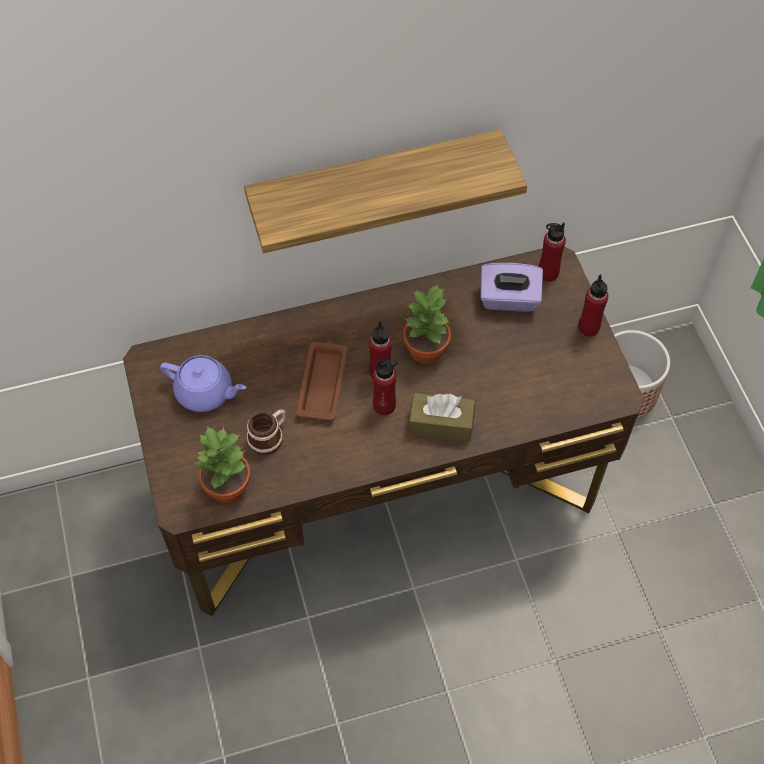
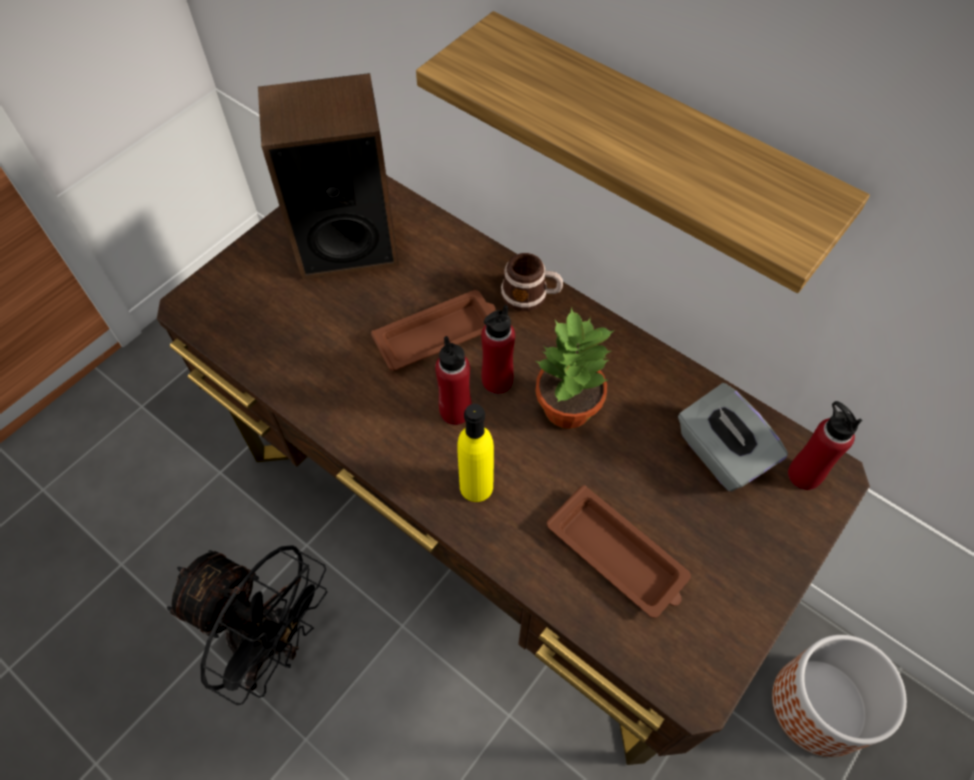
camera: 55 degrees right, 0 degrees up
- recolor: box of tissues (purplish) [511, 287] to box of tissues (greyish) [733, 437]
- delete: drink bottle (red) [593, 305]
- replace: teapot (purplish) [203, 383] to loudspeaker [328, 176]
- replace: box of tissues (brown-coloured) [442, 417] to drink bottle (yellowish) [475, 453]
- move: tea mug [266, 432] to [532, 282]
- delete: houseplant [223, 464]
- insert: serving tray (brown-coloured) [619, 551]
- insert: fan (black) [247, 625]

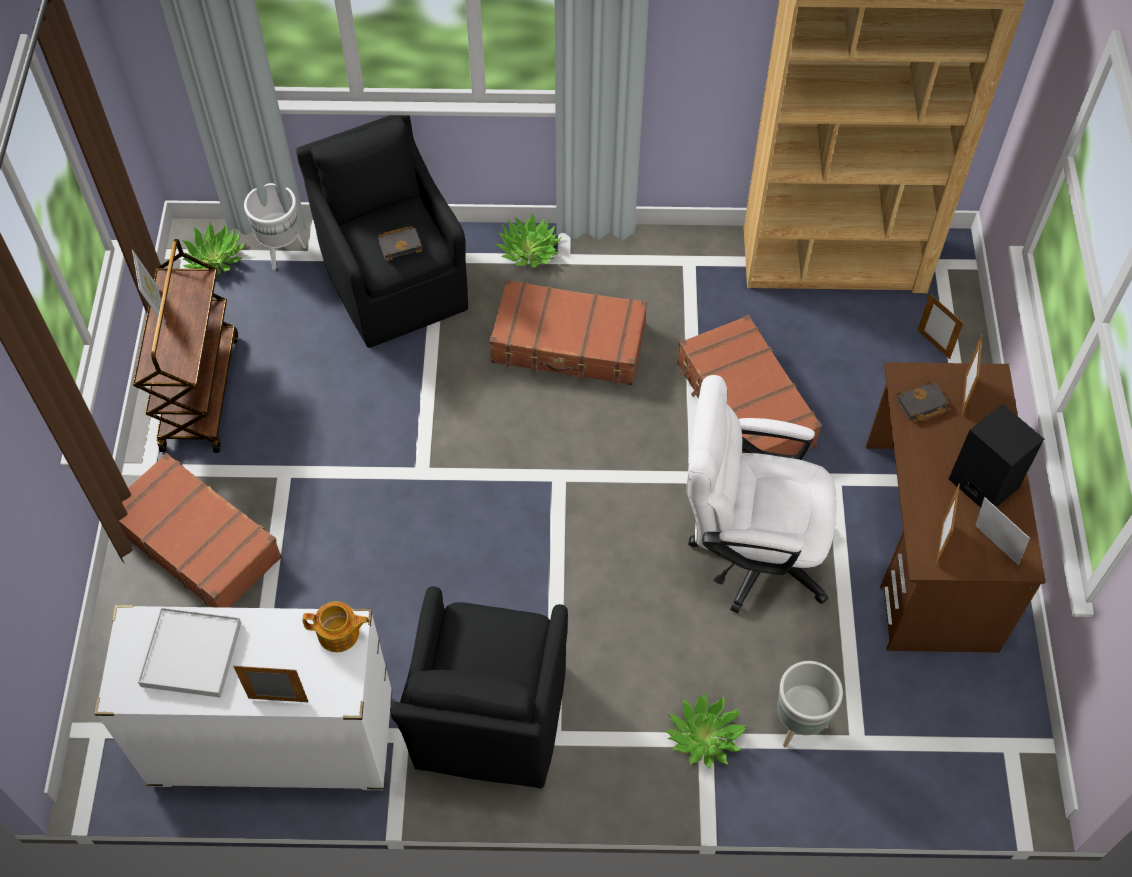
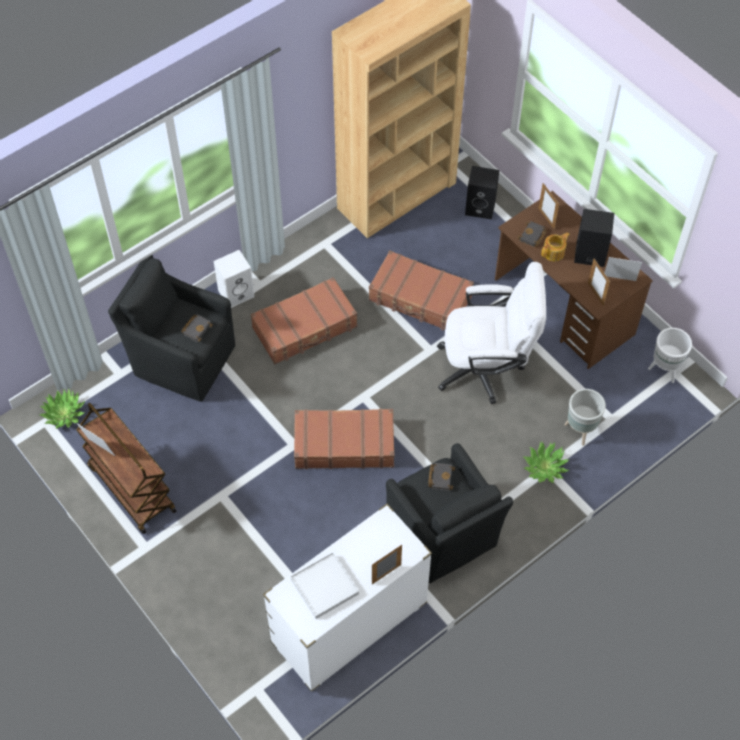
camera: 40 degrees left, 0 degrees up
- move: plant pot (white-coloured) [275, 226] to [670, 355]
- replace: houseplant [528, 240] to loudspeaker (white-coloured) [234, 279]
- replace: standing frame [941, 326] to loudspeaker (black) [482, 193]
- rotate: desk chair (white-coloured) [761, 494] = [491, 333] 150 degrees counterclockwise
- move: travel case (brown-coloured) [200, 530] to [344, 438]
- move: teapot [336, 627] to [555, 246]
- insert: book (black) [441, 477]

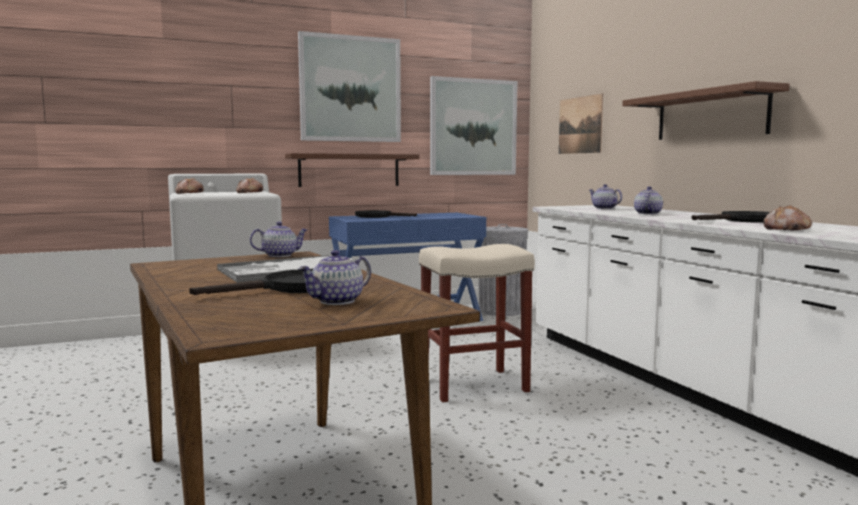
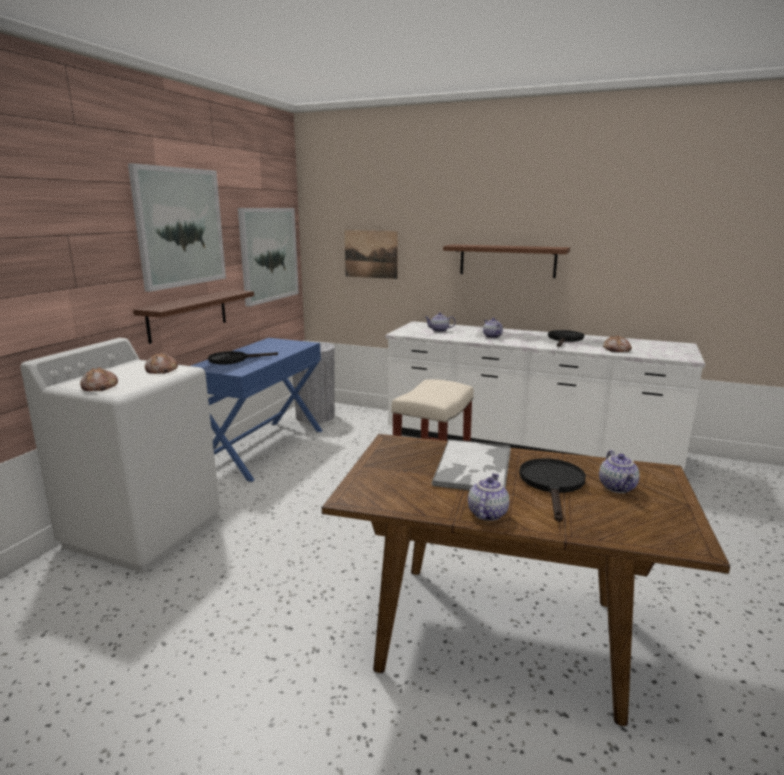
camera: 45 degrees left, 10 degrees up
- move: teapot [279, 239] to [488, 497]

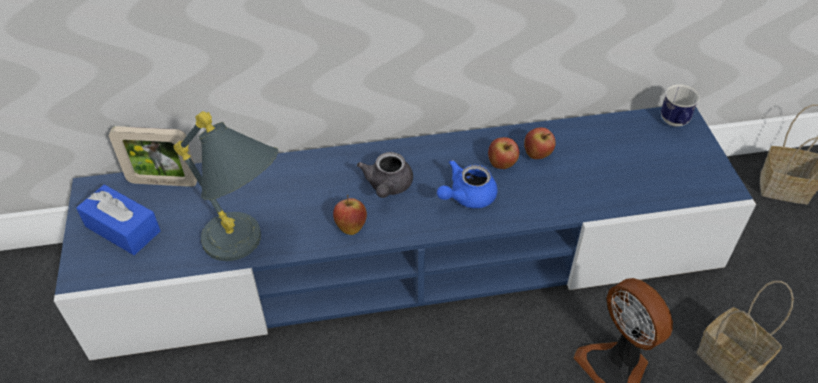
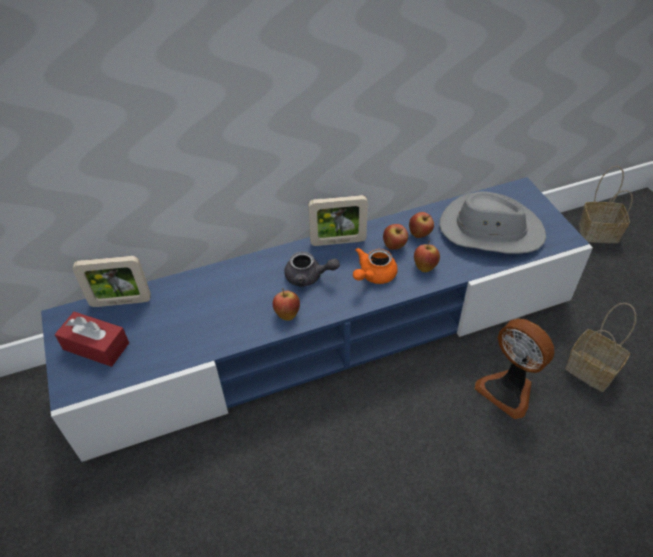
camera: 10 degrees left, 0 degrees up
- delete: tea mug [680, 105]
- delete: tabletop lamp (greyish) [225, 186]
- rotate: teapot (greyish) [385, 175] = [312, 269] 75 degrees counterclockwise
- recolor: teapot (bluish) [467, 184] to teapot (orangey) [375, 266]
- recolor: box of tissues (bluish) [118, 220] to box of tissues (red) [92, 339]
- insert: hat (greyish) [492, 222]
- insert: standing frame [338, 220]
- insert: whole apple [427, 256]

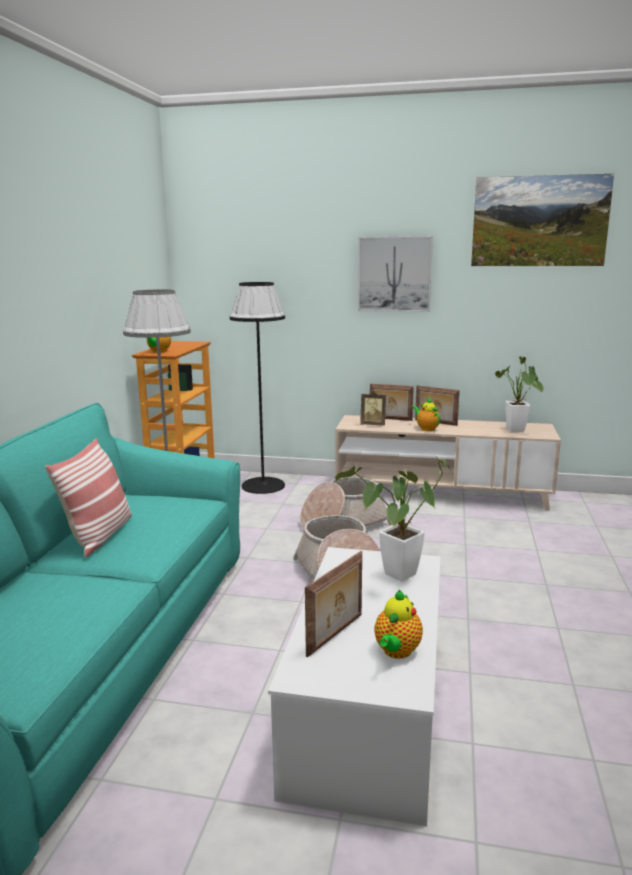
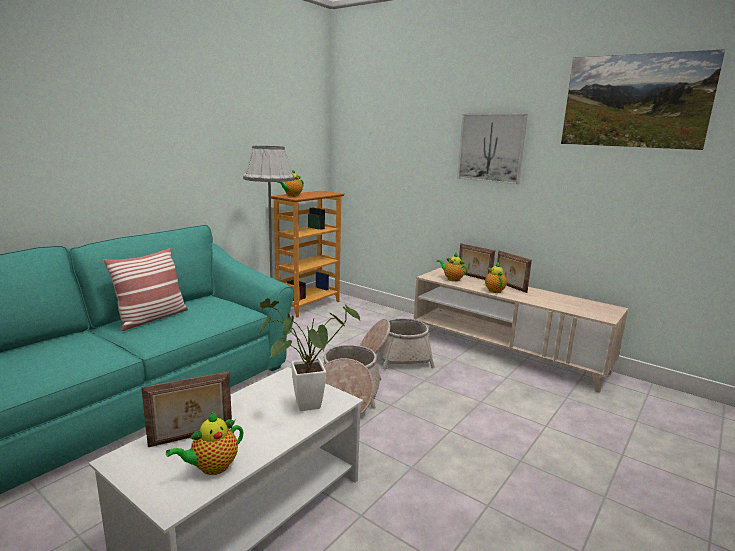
camera: 25 degrees right, 0 degrees up
- delete: floor lamp (black) [257, 388]
- delete: houseplant [519, 394]
- replace: standing frame [373, 408] to teapot [452, 267]

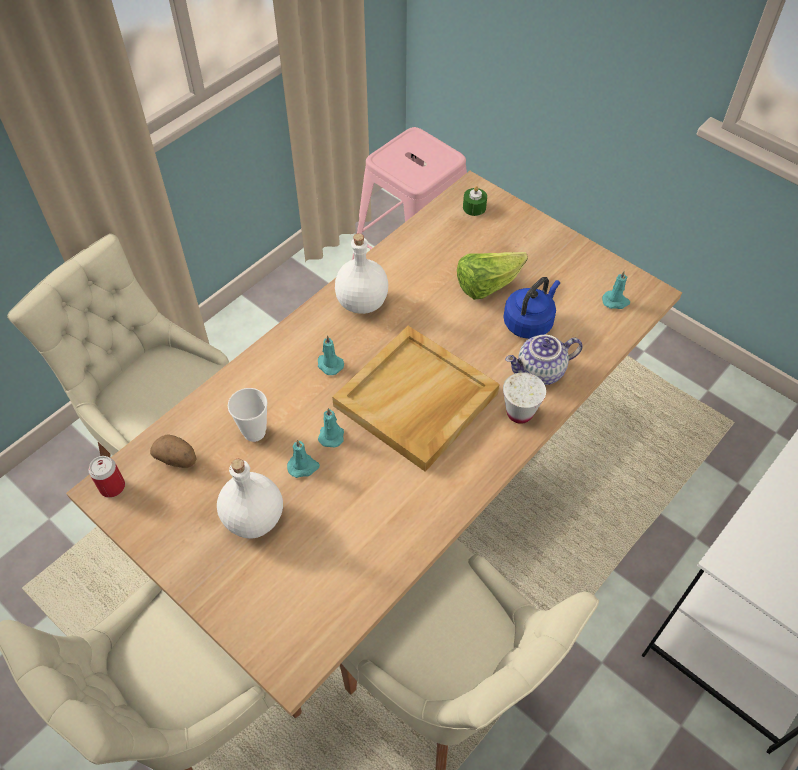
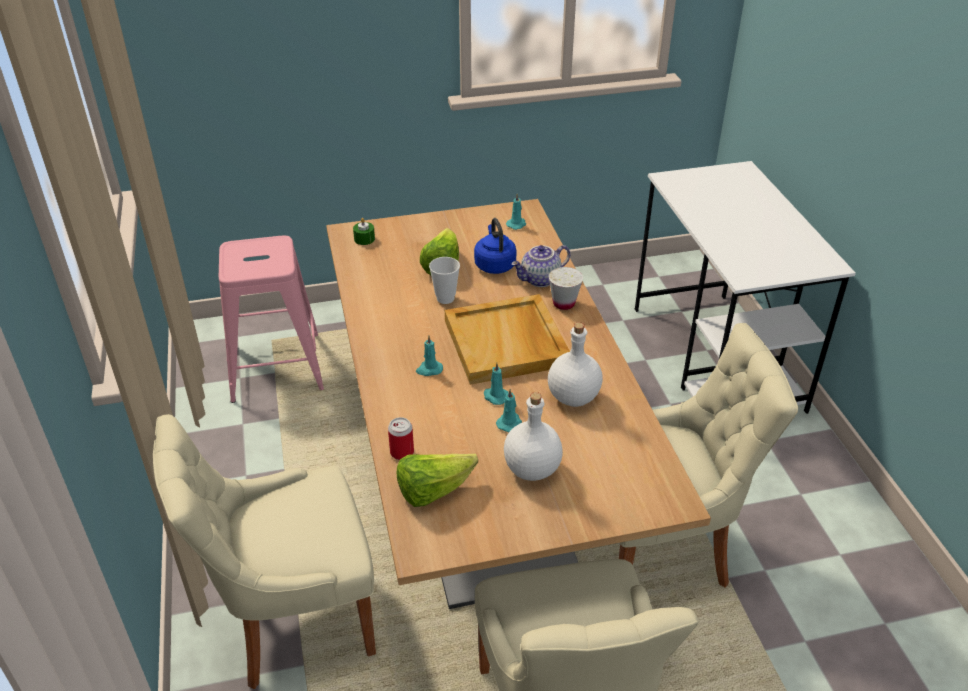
camera: 55 degrees left, 15 degrees down
- move: drink bottle (white-coloured) [361, 273] to [575, 364]
- rotate: teapot [544, 360] = [540, 266] 45 degrees clockwise
- move: small cup [248, 415] to [444, 280]
- replace: spud [173, 451] to lettuce head [437, 480]
- move: metal can [107, 477] to [401, 438]

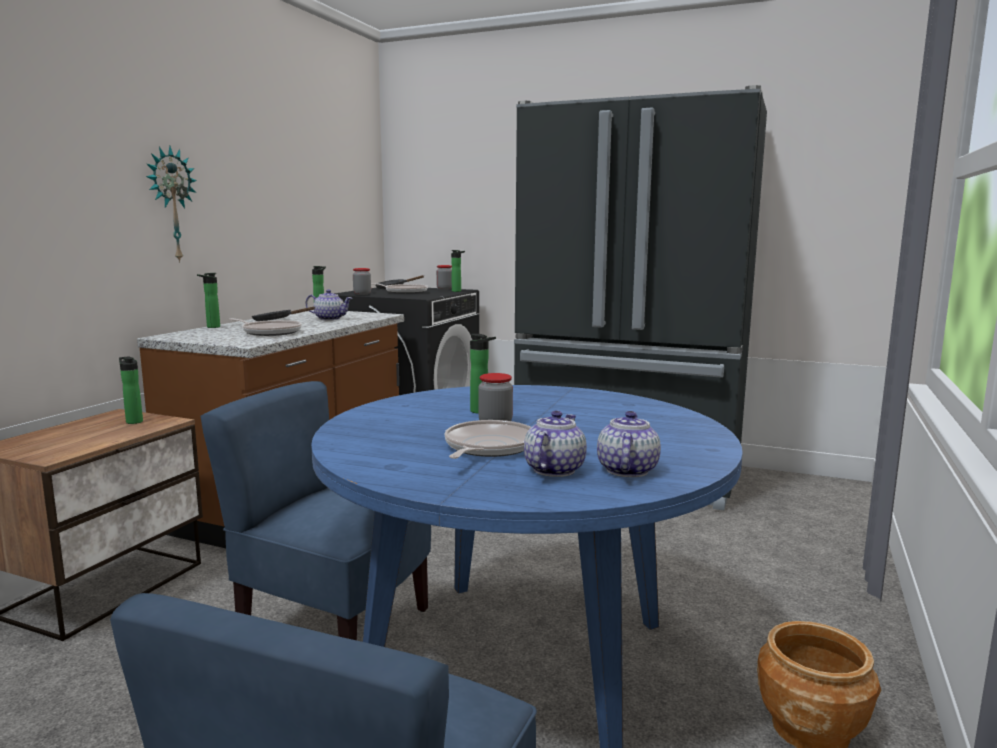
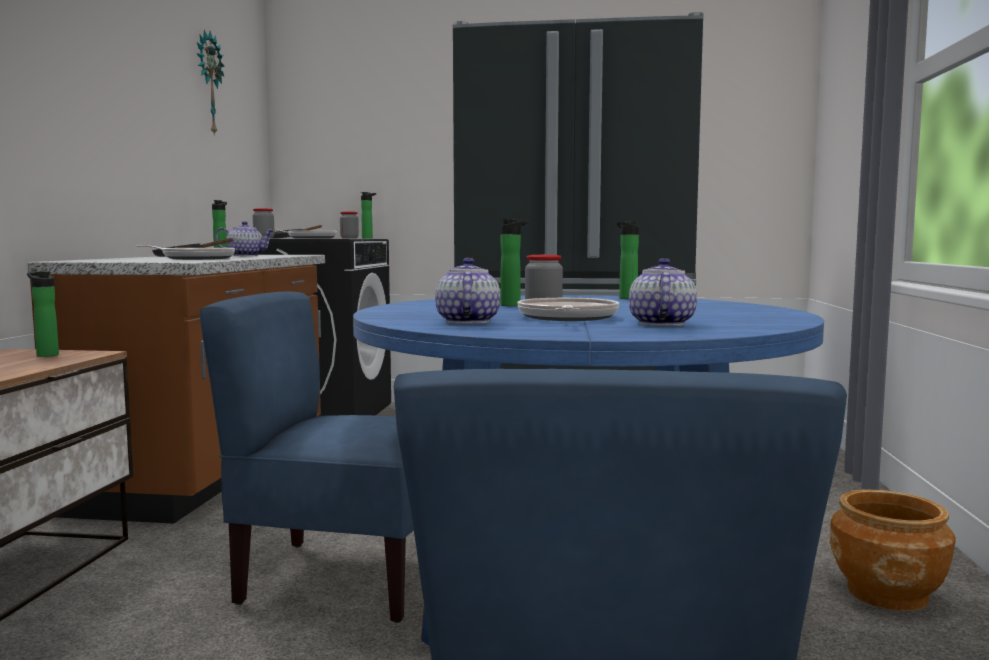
camera: 15 degrees left, 5 degrees down
- move: clock on the wall [171, 204] to [210, 83]
- move: drink bottle [208, 300] to [628, 260]
- move: teapot [629, 444] to [467, 291]

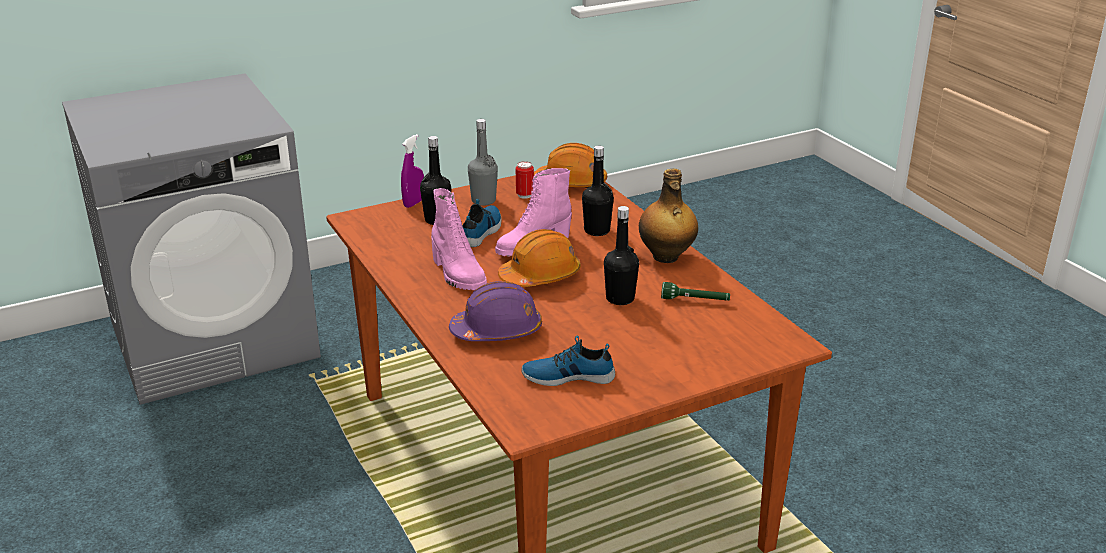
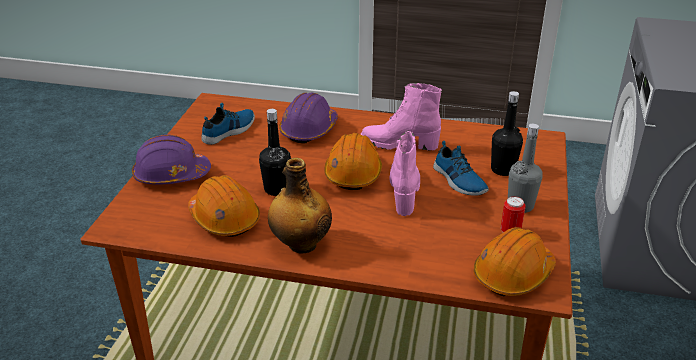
camera: 130 degrees right, 5 degrees up
- delete: spray bottle (purplish) [412, 171]
- delete: drink bottle (black) [598, 191]
- replace: hand torch (greenish) [695, 291] to work helmet (orangey) [224, 206]
- insert: work helmet (purplish) [171, 160]

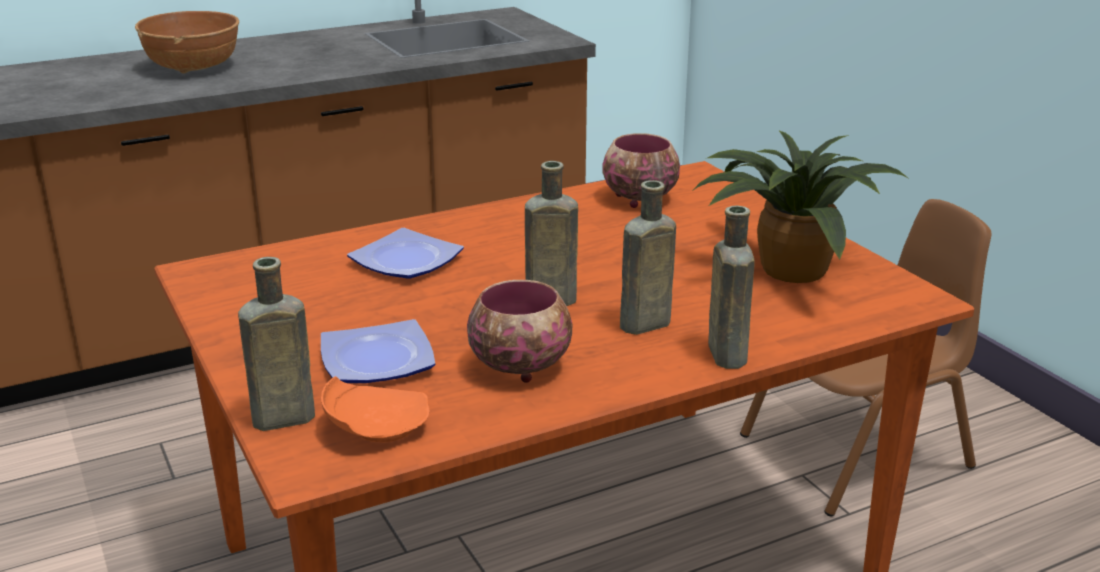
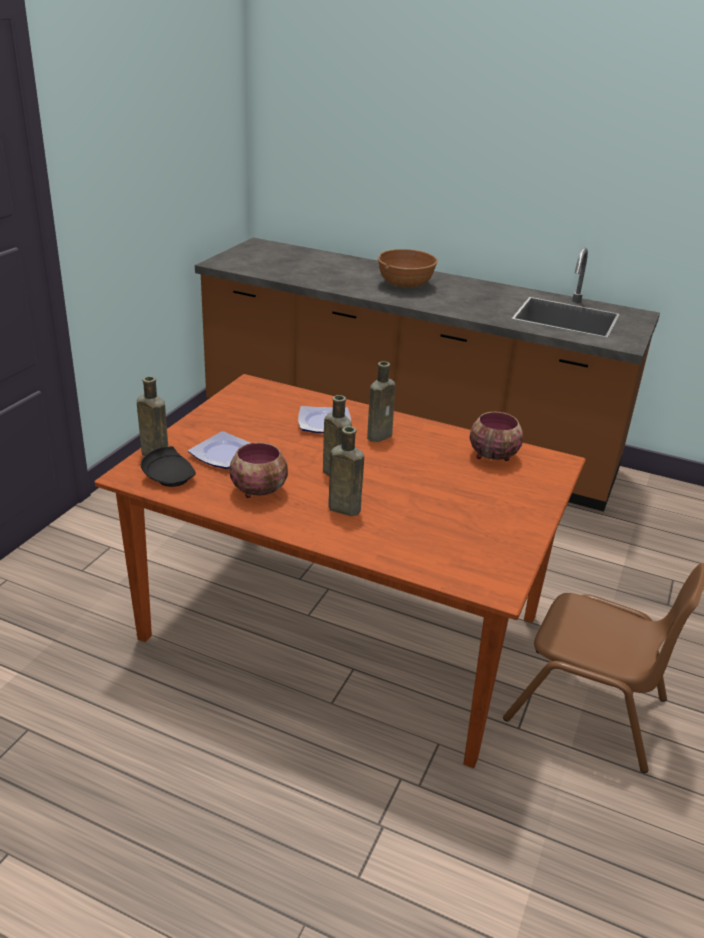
camera: 50 degrees right, 5 degrees up
- delete: houseplant [799, 207]
- move: drink bottle (brown-coloured) [731, 287] to [381, 401]
- recolor: dinner plate (orangey) [375, 409] to dinner plate (black) [168, 466]

